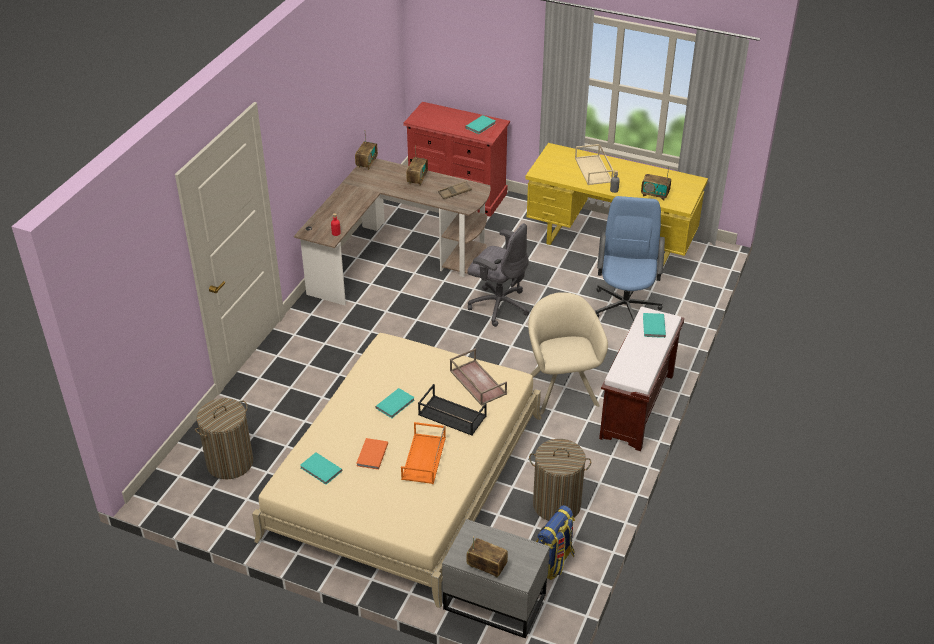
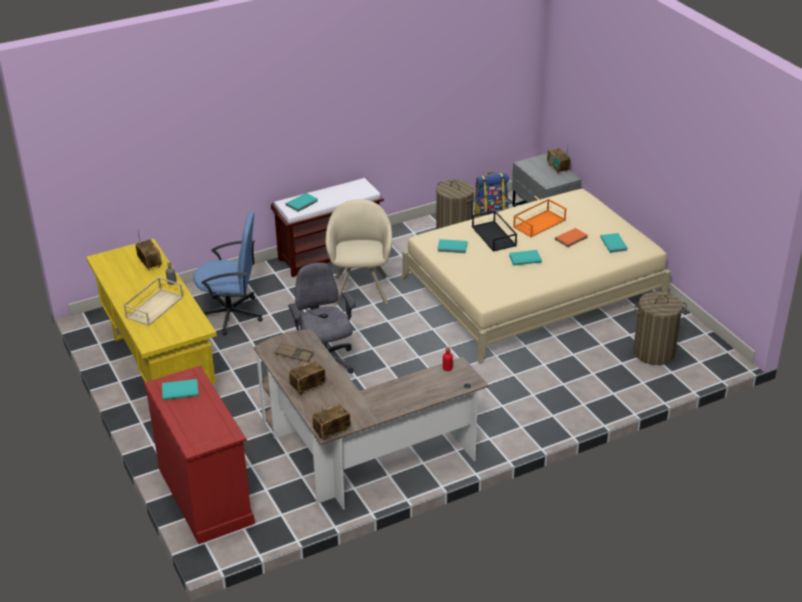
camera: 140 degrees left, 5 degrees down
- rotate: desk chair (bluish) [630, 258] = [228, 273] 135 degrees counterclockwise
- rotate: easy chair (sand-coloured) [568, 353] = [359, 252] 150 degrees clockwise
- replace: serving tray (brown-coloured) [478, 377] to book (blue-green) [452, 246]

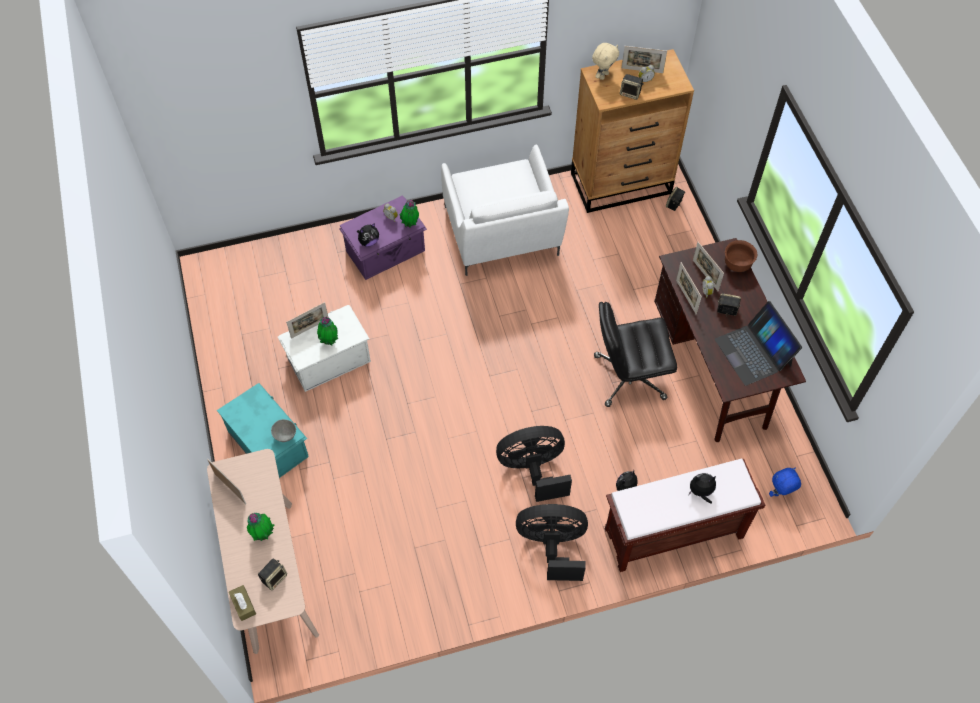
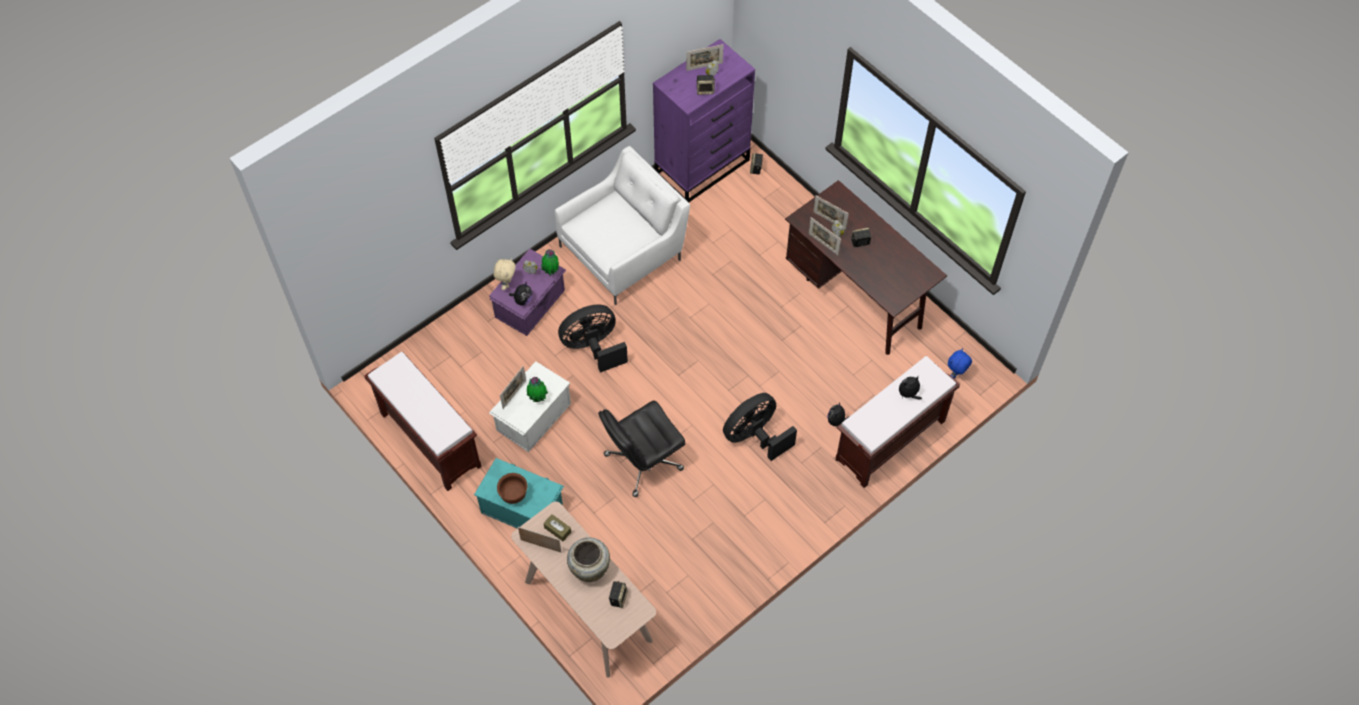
camera: 25 degrees left, 0 degrees up
- move: soft toy (sand-coloured) [605, 61] to [504, 274]
- recolor: chest of drawers (brown-coloured) [632, 131] to chest of drawers (purplish) [704, 120]
- rotate: easy chair (white-coloured) [505, 210] = [622, 225] 90 degrees counterclockwise
- move: deep dish (brown-coloured) [741, 256] to [512, 488]
- delete: portable computer [758, 343]
- move: desk chair (black) [635, 354] to [642, 448]
- delete: deep dish (greyish) [283, 430]
- move: fan (black) [552, 542] to [593, 339]
- replace: houseplant [261, 527] to decorative vase (sand-coloured) [588, 559]
- move: box of tissues (brown-coloured) [242, 603] to [557, 527]
- insert: bench (brown-coloured) [423, 421]

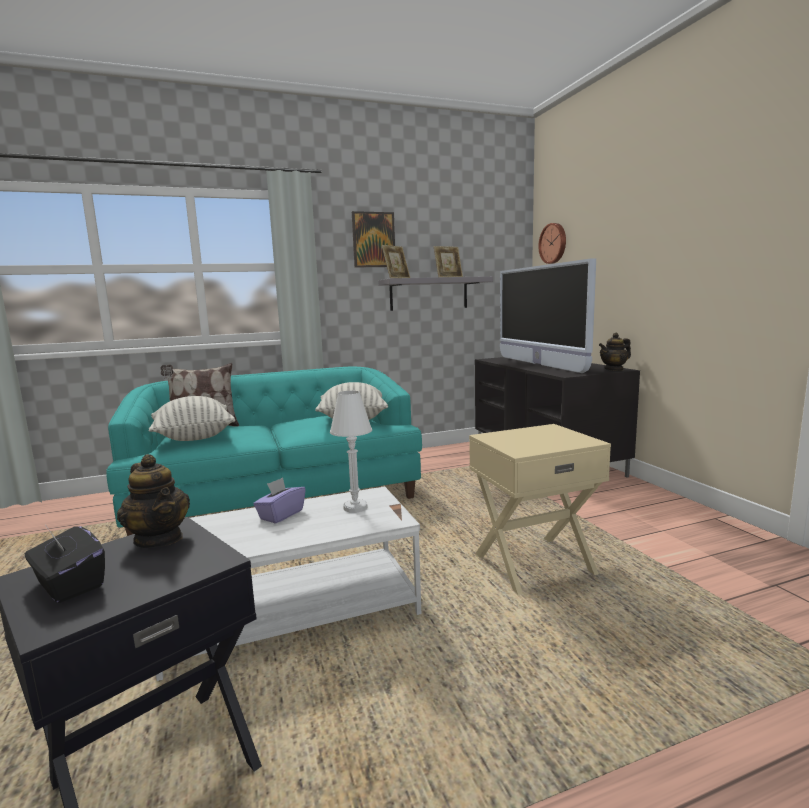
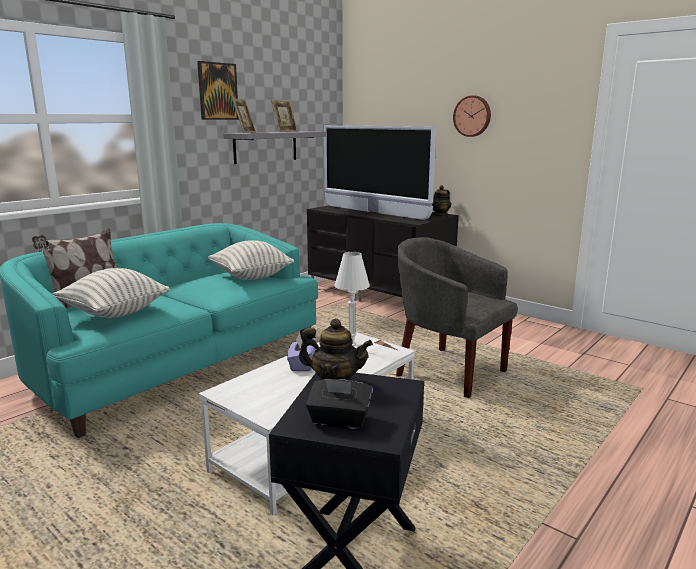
camera: 30 degrees left, 5 degrees up
- move: clock on the wall [552, 243] to [472, 116]
- replace: accent table (sand-coloured) [540, 509] to easy chair (greyish) [457, 317]

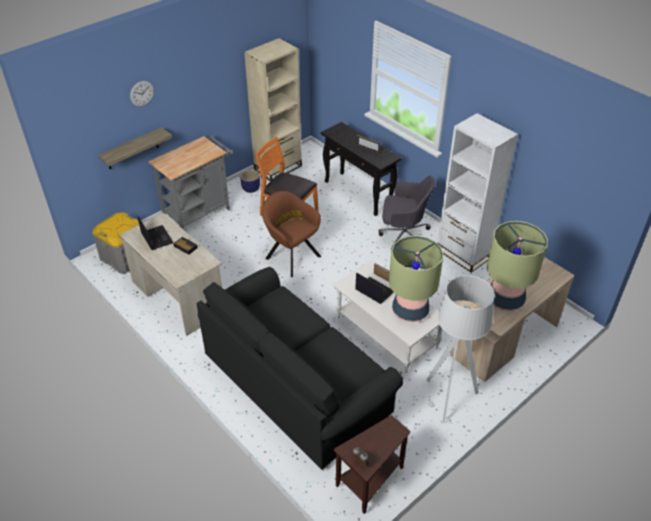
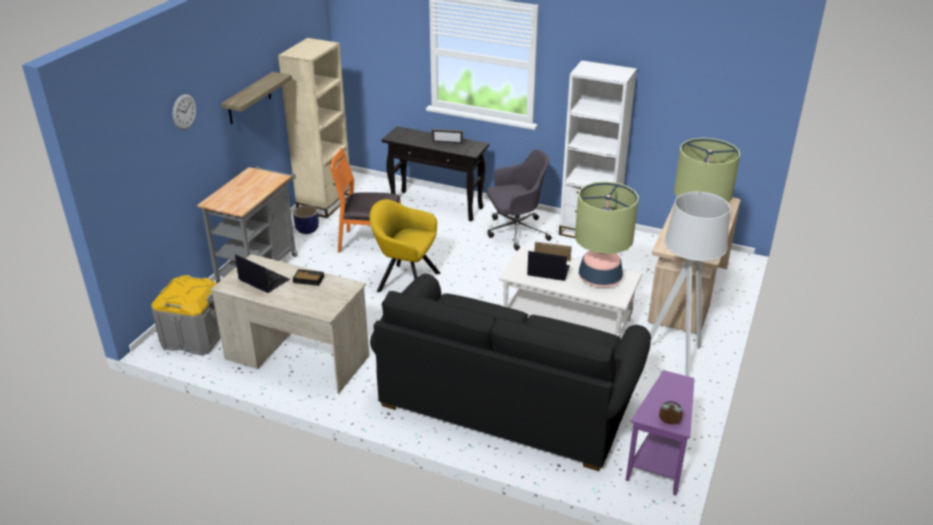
camera: 25 degrees left, 10 degrees down
- move: shelf [135, 148] to [256, 98]
- recolor: easy chair (brown-coloured) [291, 234] to easy chair (yellowish) [405, 245]
- recolor: accent table (brown-coloured) [372, 464] to accent table (purplish) [660, 433]

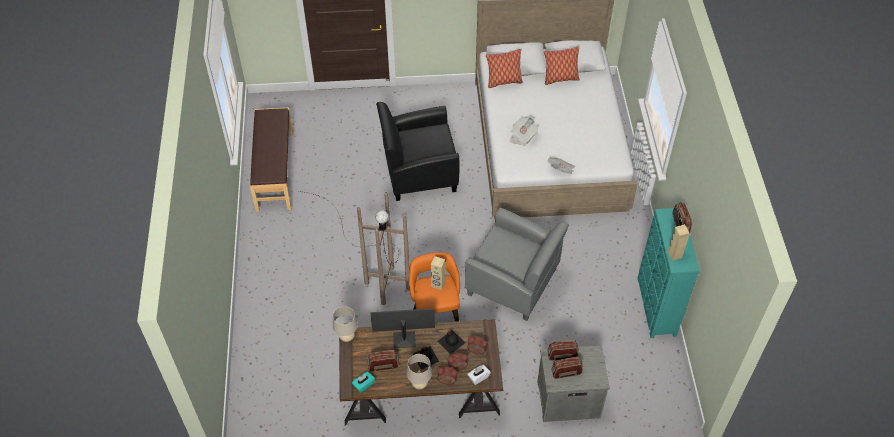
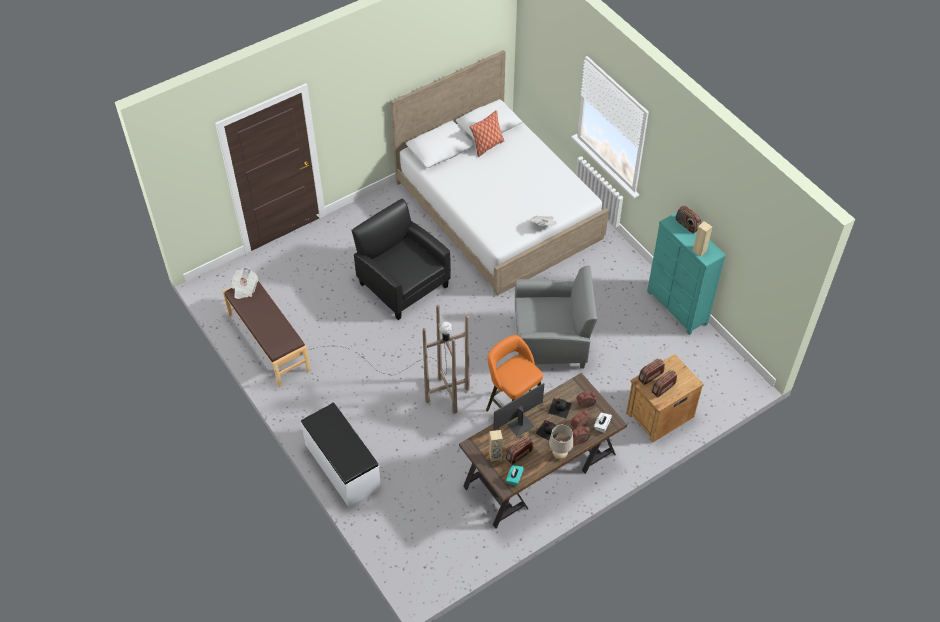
camera: 30 degrees left, 0 degrees up
- delete: pillow [504, 68]
- rotate: easy chair (black) [418, 151] = [401, 259] 90 degrees clockwise
- move: daily paper [524, 131] to [244, 283]
- move: loudspeaker (sand-coloured) [438, 273] to [496, 446]
- delete: tabletop lamp (sand-coloured) [345, 324]
- recolor: night table (greyish) [573, 383] to night table (brown-coloured) [665, 398]
- insert: bench (white-coloured) [341, 455]

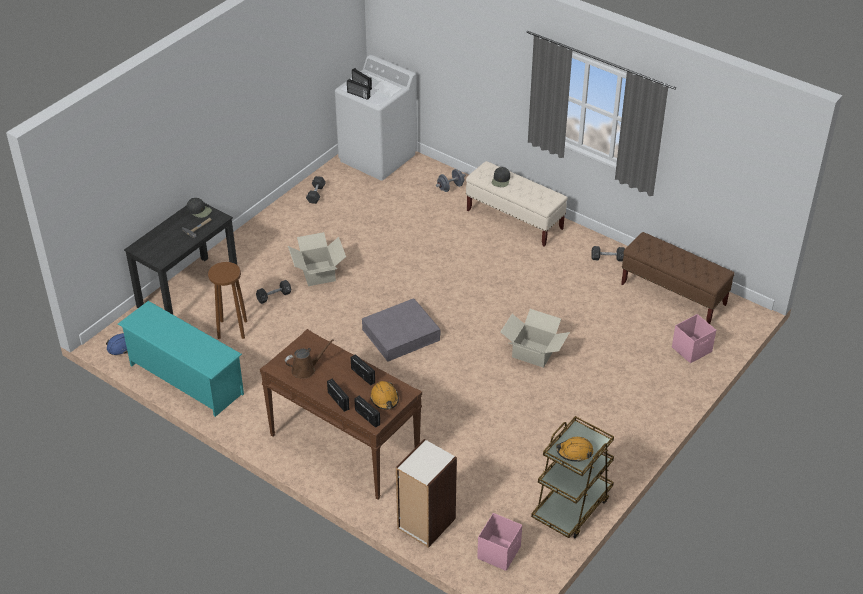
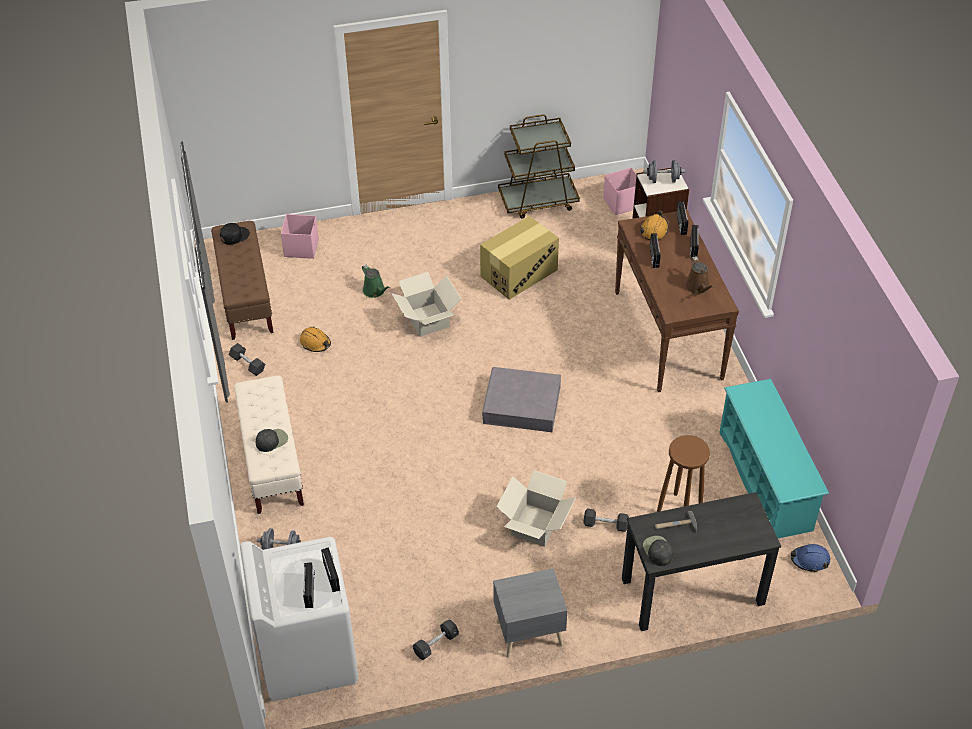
camera: 140 degrees left, 5 degrees up
- rotate: watering pot (brown-coloured) [309, 359] = [699, 275] 120 degrees counterclockwise
- move: work helmet (orangey) [574, 449] to [315, 339]
- insert: free weight (greyish) [664, 171]
- insert: cardboard box [519, 258]
- insert: baseball cap (black) [235, 234]
- insert: watering pot (greenish) [376, 281]
- insert: night table (greyish) [530, 613]

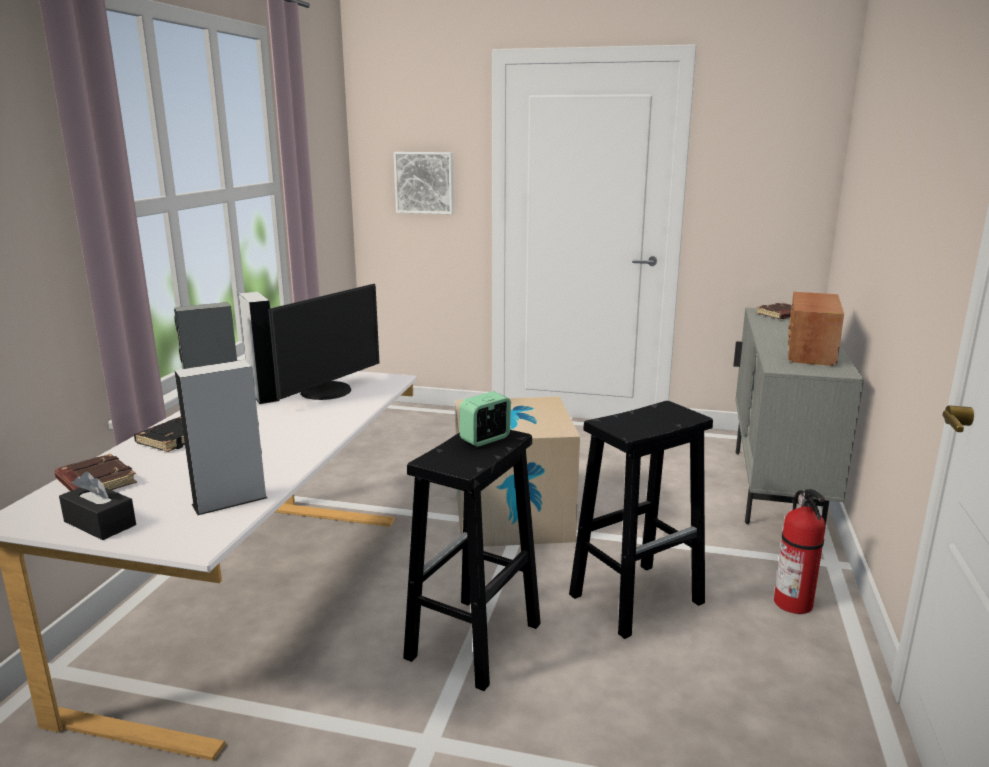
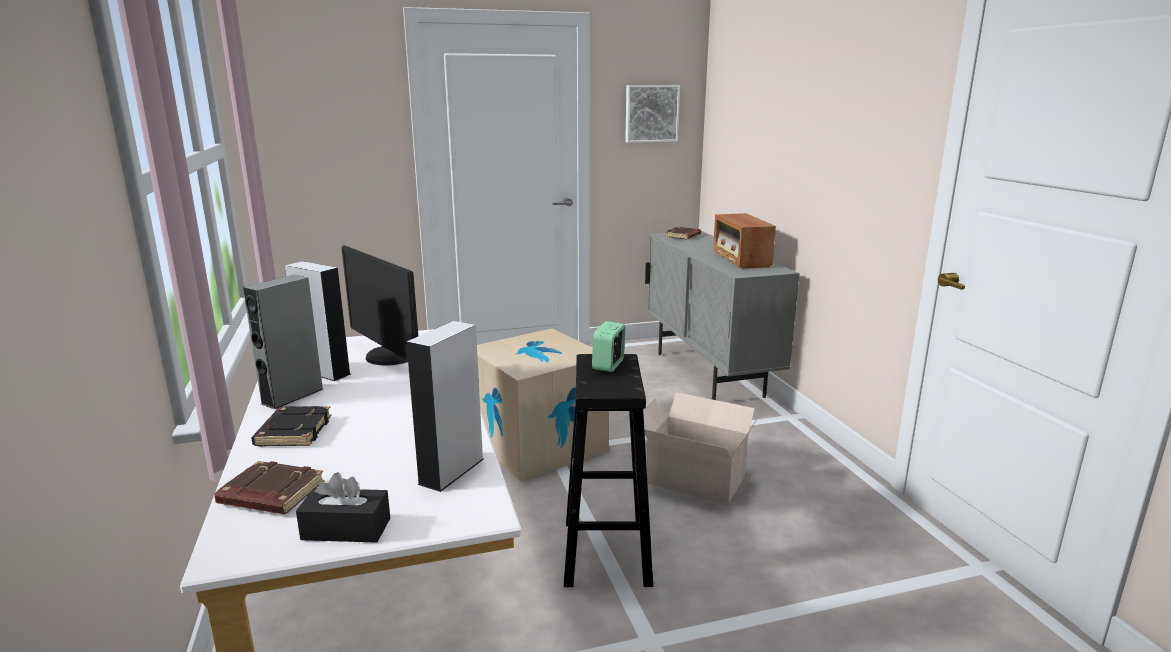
camera: 30 degrees left, 0 degrees up
- move: wall picture [424, 183] to [652, 114]
- rotate: computer screen [323, 342] = [379, 305] 135 degrees clockwise
- replace: stool seat (black) [641, 520] to cardboard box [701, 448]
- delete: fire-fighting cylinder [799, 551]

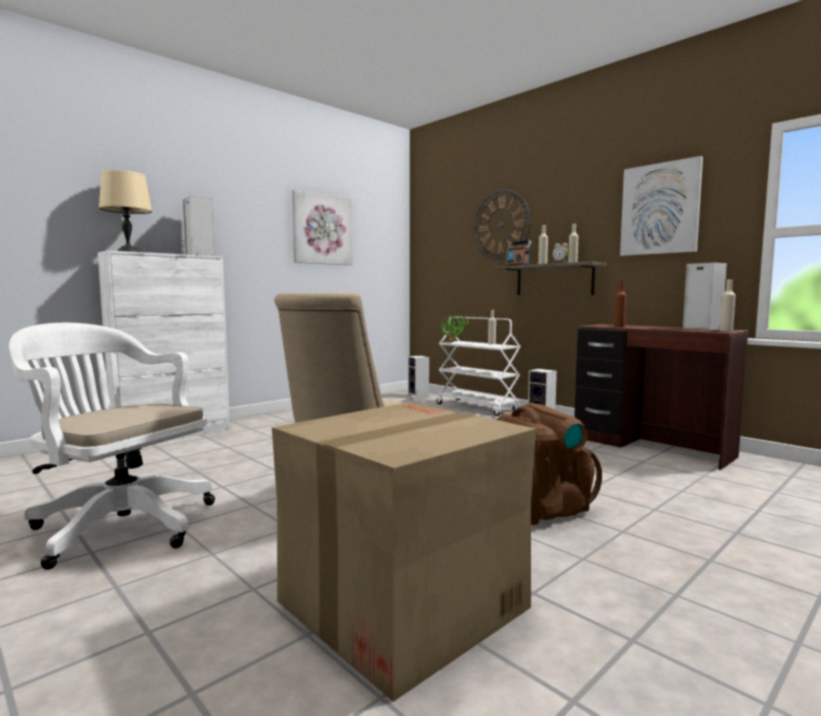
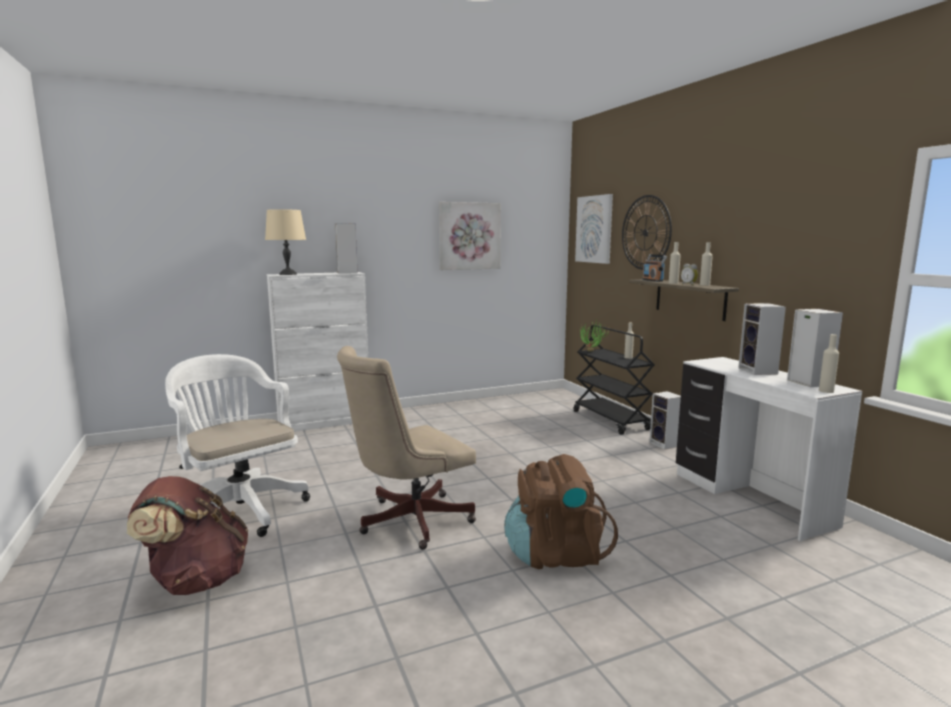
camera: 20 degrees right, 5 degrees up
- move: wall picture [661, 206] to [594, 229]
- delete: drink bottle (brown-coloured) [620, 304]
- recolor: wheeled cart (white-coloured) [478, 366] to wheeled cart (black) [614, 380]
- recolor: desk table (brown-coloured) [661, 397] to desk table (white-coloured) [769, 449]
- move: loudspeaker [418, 377] to [762, 339]
- delete: cardboard box [404, 552]
- insert: backpack (brown-coloured) [187, 535]

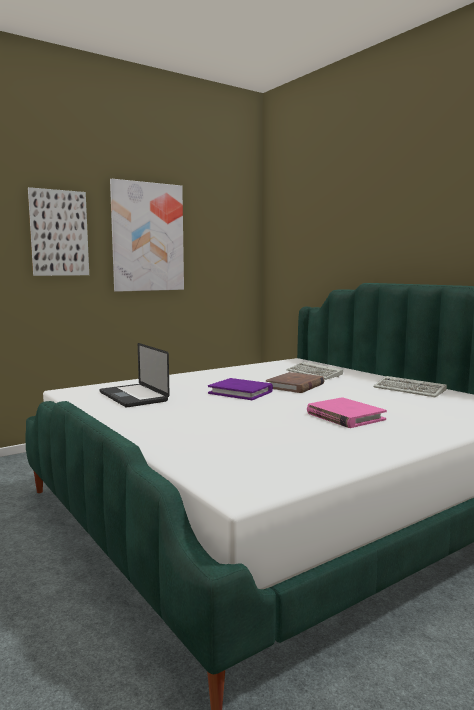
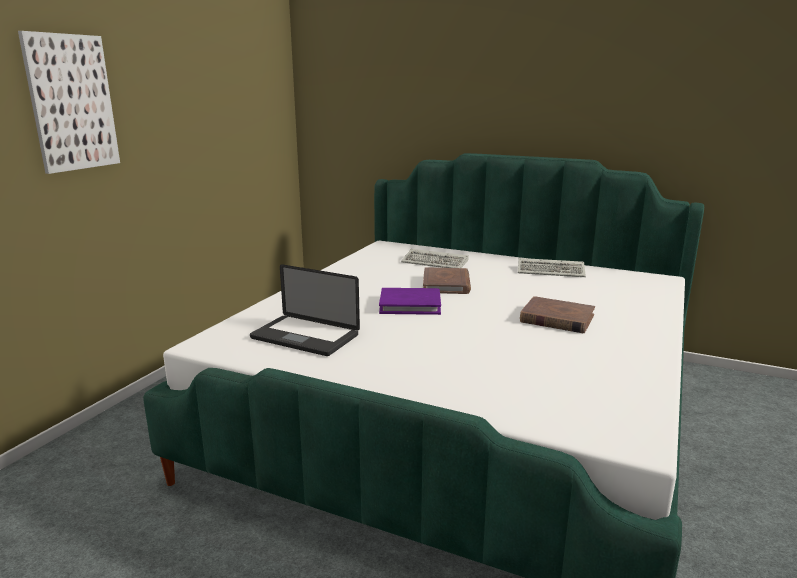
camera: 30 degrees left, 10 degrees up
- delete: wall picture [147, 235]
- recolor: book (pink-coloured) [347, 412] to book (brown-coloured) [557, 314]

